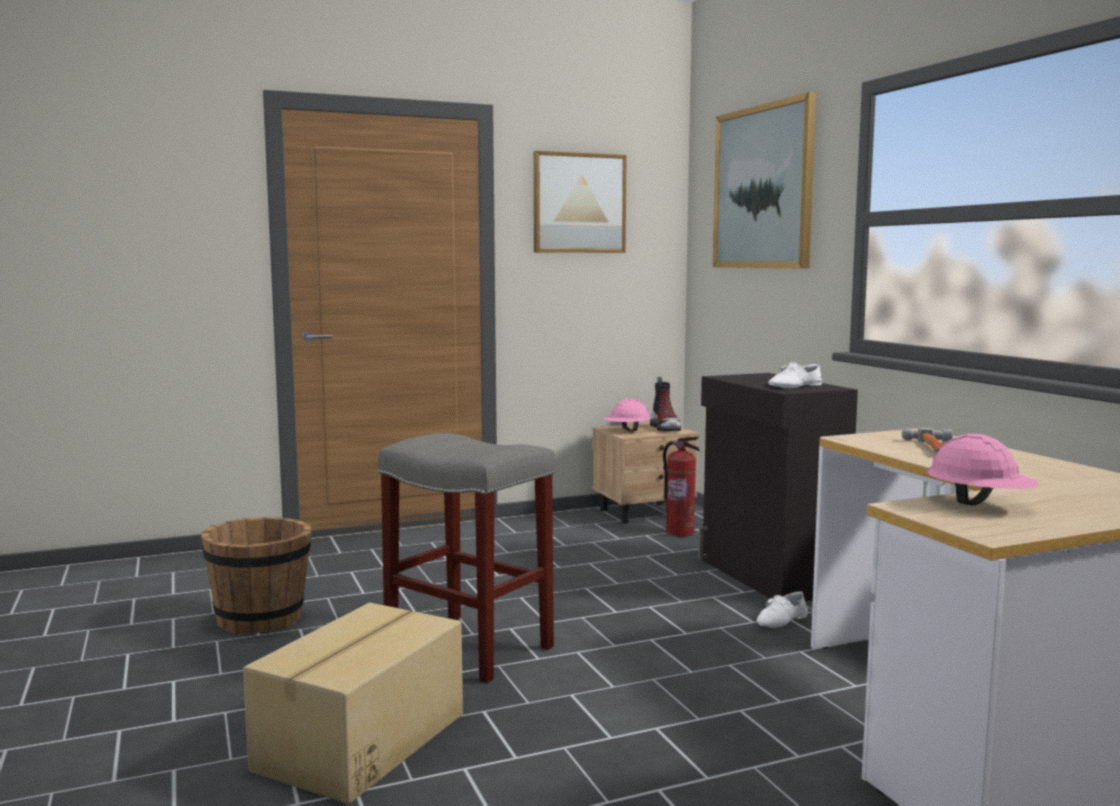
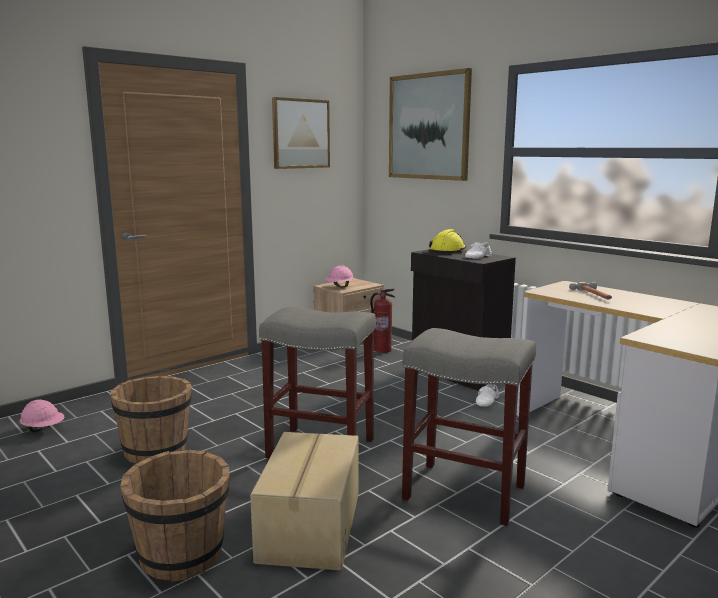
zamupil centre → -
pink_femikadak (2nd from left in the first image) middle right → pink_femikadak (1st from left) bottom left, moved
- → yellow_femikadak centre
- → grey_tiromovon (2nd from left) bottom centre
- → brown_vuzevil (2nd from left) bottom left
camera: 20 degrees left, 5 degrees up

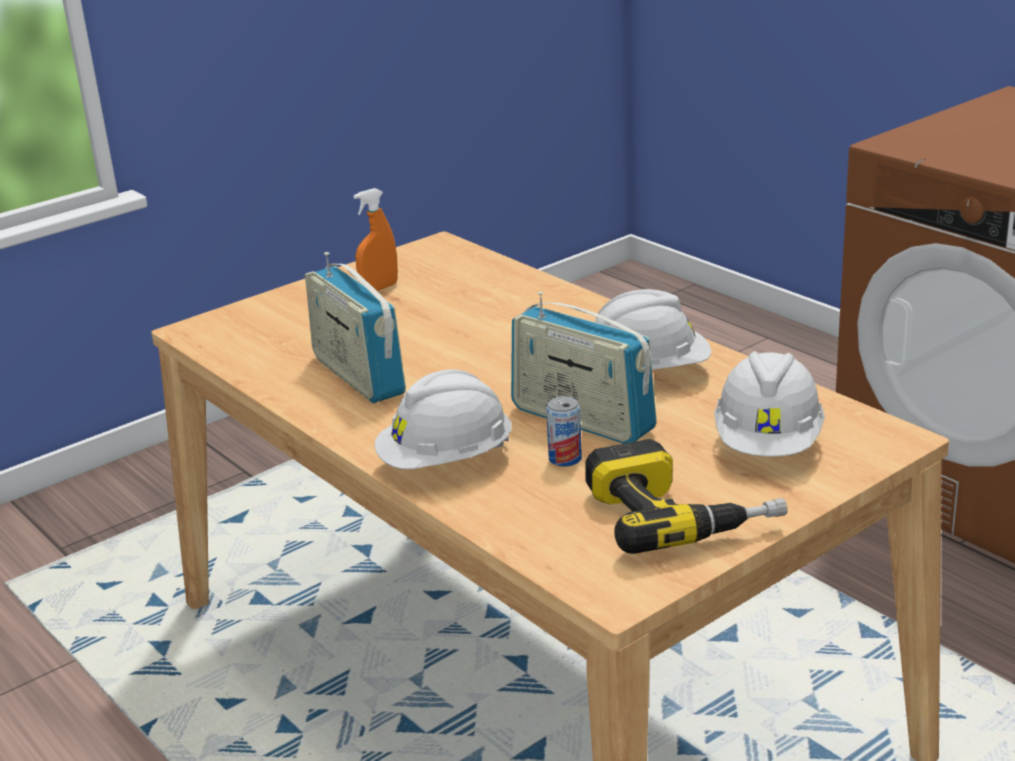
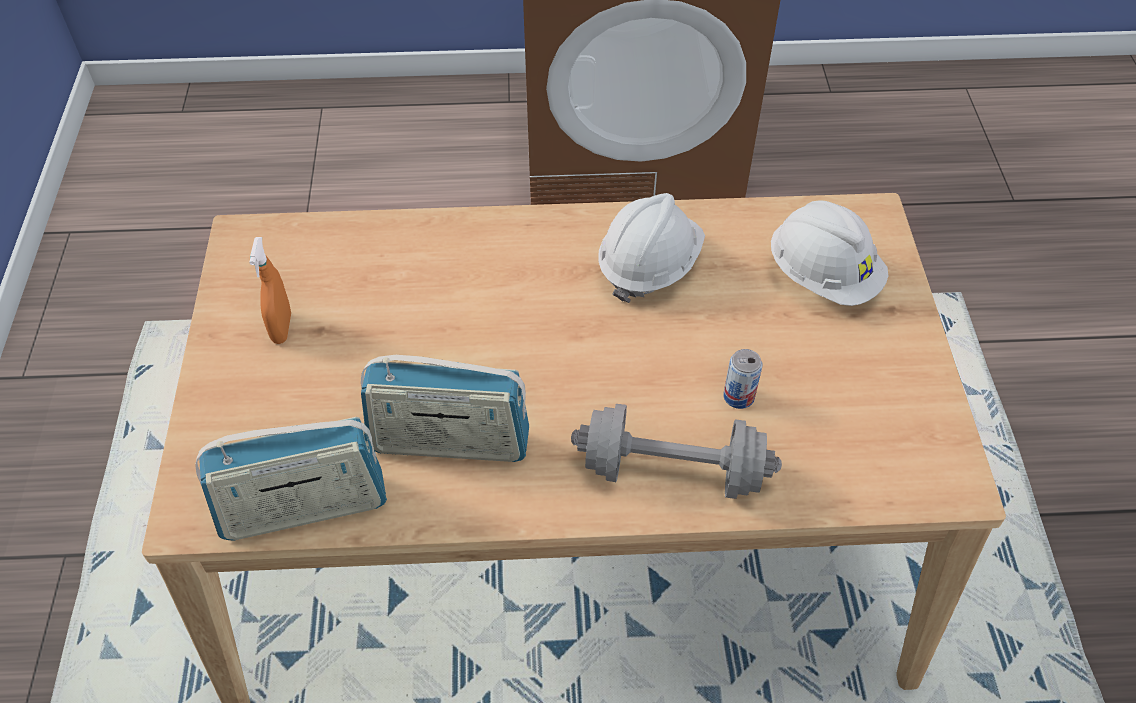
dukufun (2nd from left in the first image) centre → dukufun (1st from left) bottom left, moved
white_femikadak (1st from left) centre → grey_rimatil centre
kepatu middle right → -
camera: 55 degrees left, 25 degrees up

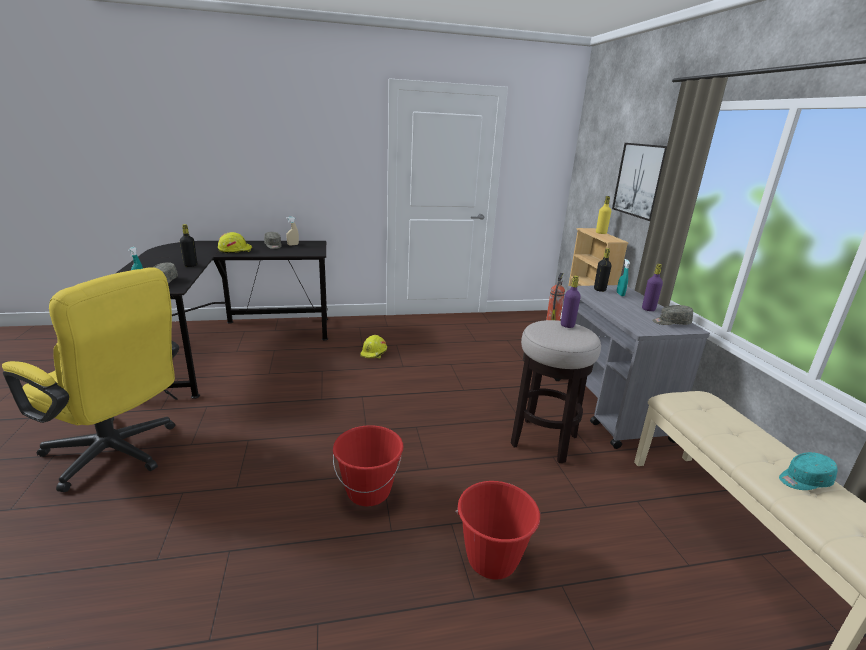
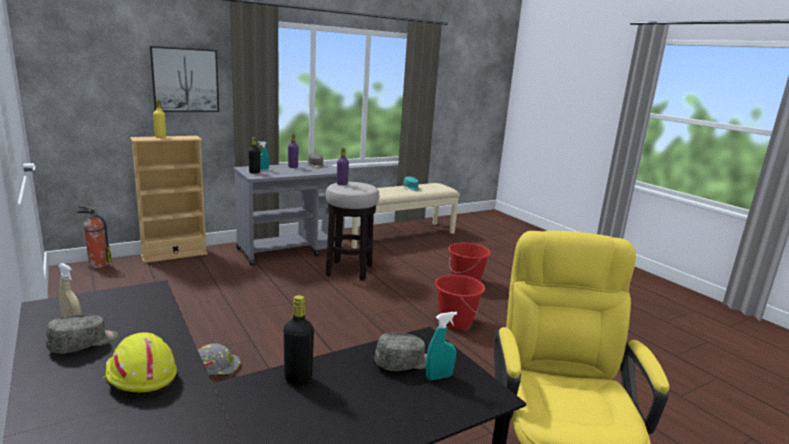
yellow_femikadak (2nd from left) centre → grey_femikadak bottom left
camera: 110 degrees left, 5 degrees down

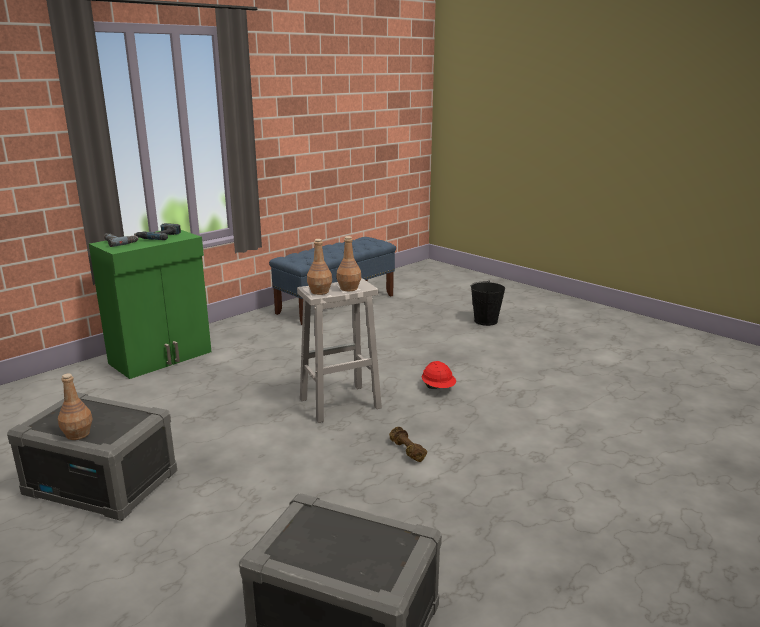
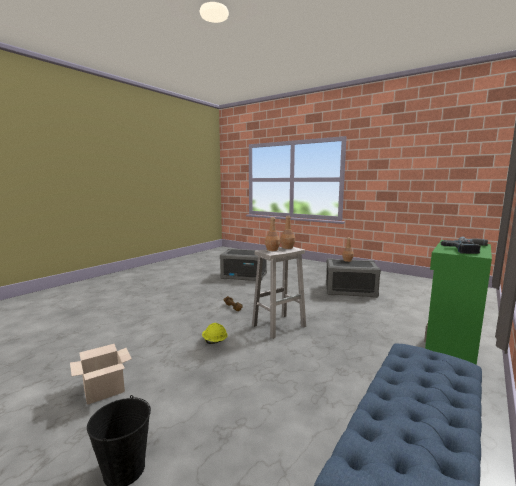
red_femikadak centre → yellow_femikadak bottom centre
- → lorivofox bottom left
camera: 170 degrees right, 10 degrees down

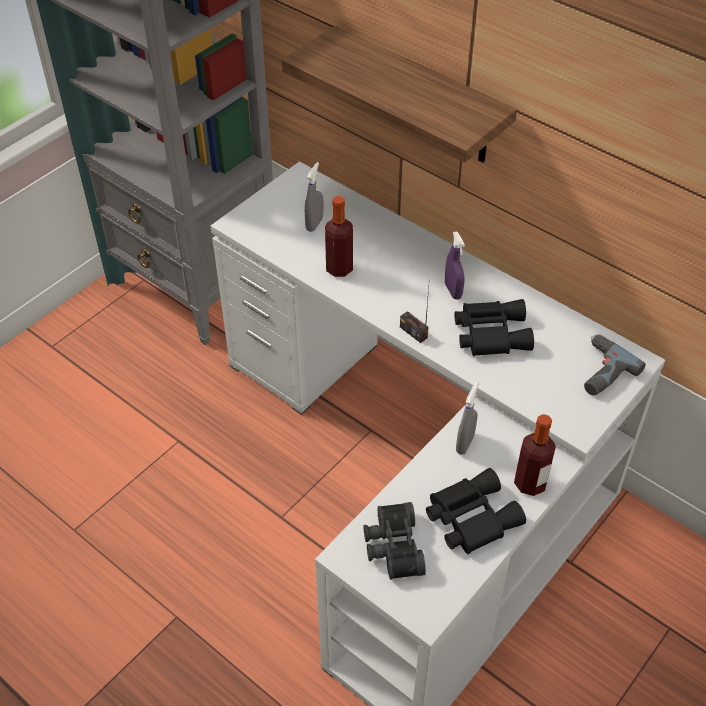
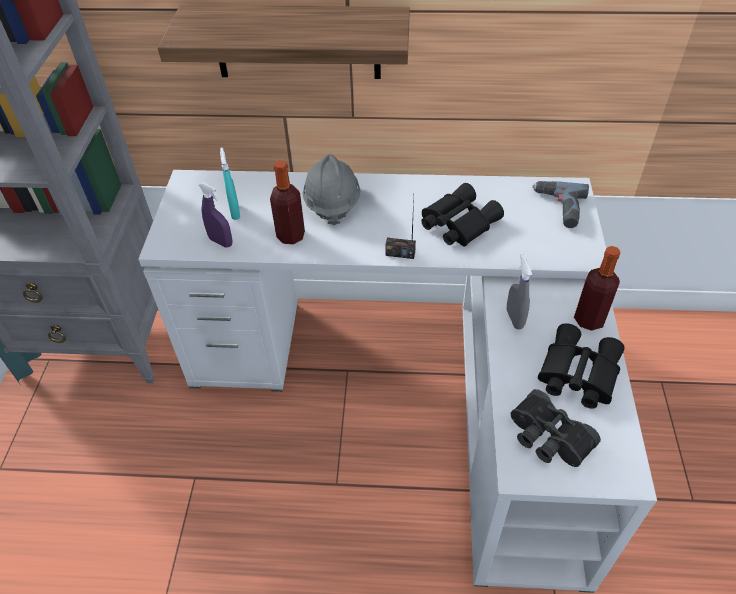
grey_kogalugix (1st from left) top centre → turquoise_kogalugix top left
purple_kogalugix centre → purple_kogalugix middle left, moved
- → grey_femikadak top centre
camera: 35 degrees left, 0 degrees up

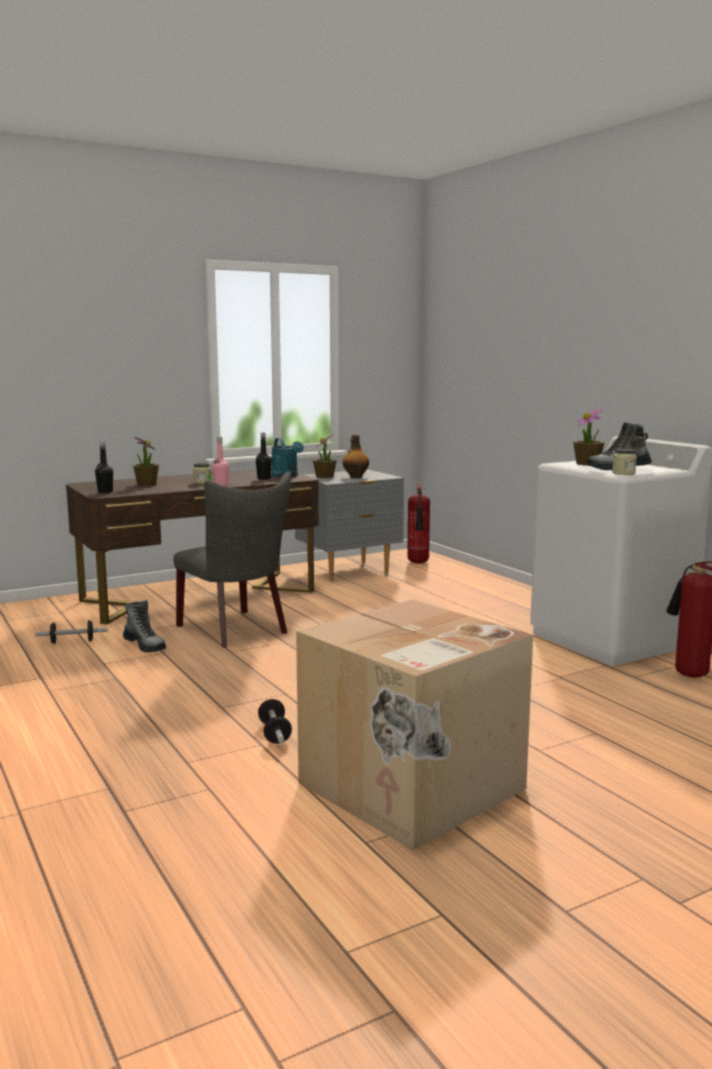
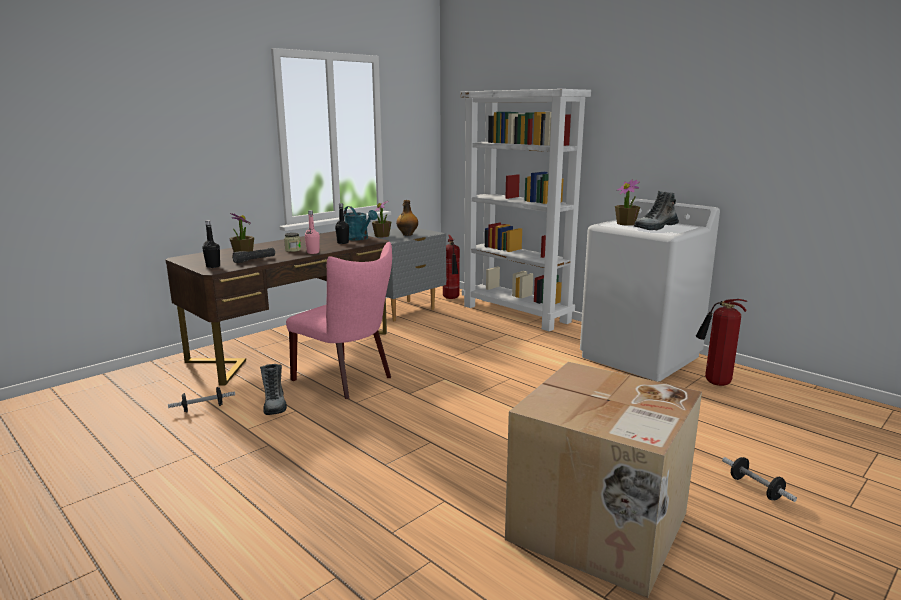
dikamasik (2nd from left) middle right → -
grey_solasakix middle left → pink_solasakix centre
zamupil (1st from left) middle left, 45 degrees clockwise
rimatil (2nd from left) bottom centre → rimatil (2nd from left) bottom right, moved
- → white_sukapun centre
- → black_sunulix middle left
camera: 15 degrees left, 5 degrees up

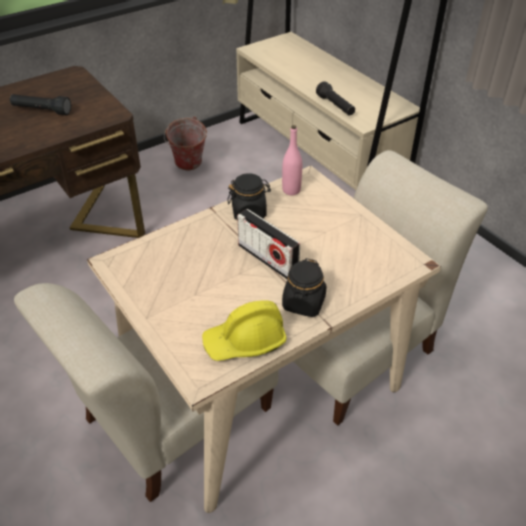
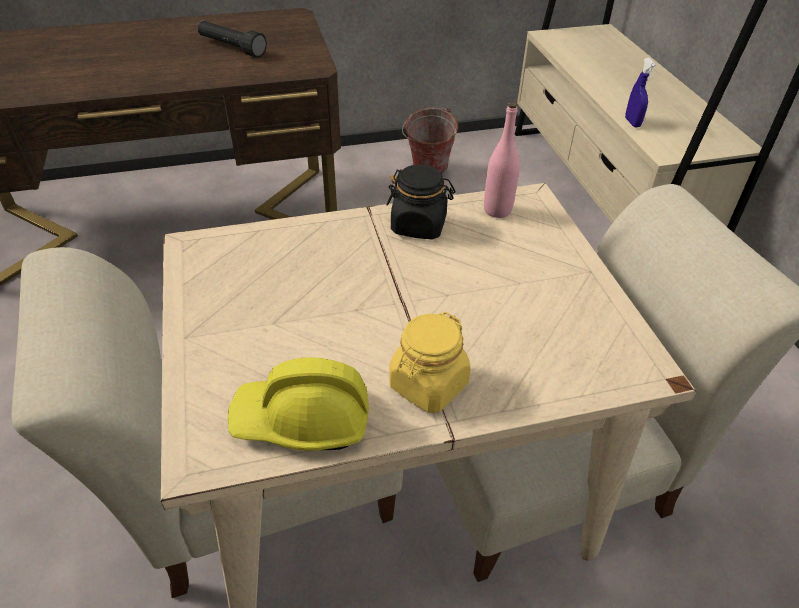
black_sunulix (2nd from left) top centre → blue_kogalugix top right
dukufun centre → -
black_dikamasik (2nd from left) centre → yellow_dikamasik centre
camera: 20 degrees right, 0 degrees up

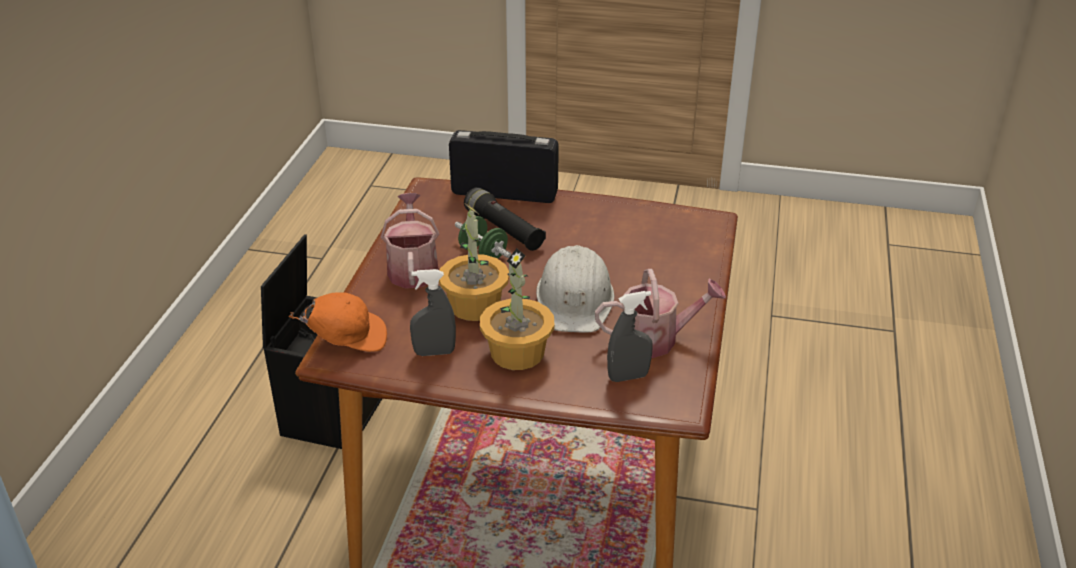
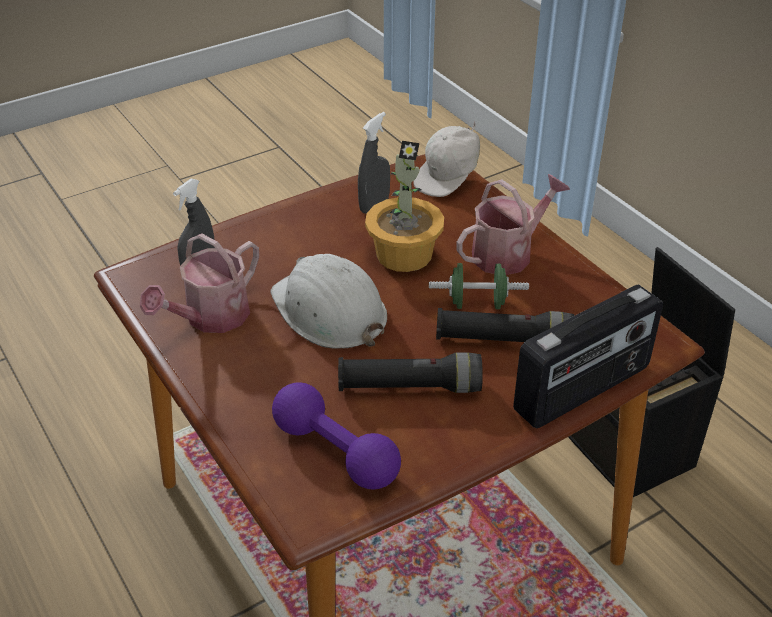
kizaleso (1st from left in the first image) centre → kizaleso (2nd from left) centre, 75 degrees counterclockwise
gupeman (2nd from left) centre → -
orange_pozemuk middle left → white_pozemuk top centre
- → black_sunulix (1st from left) centre
- → purple_rimatil bottom centre
camera: 135 degrees right, 5 degrees up

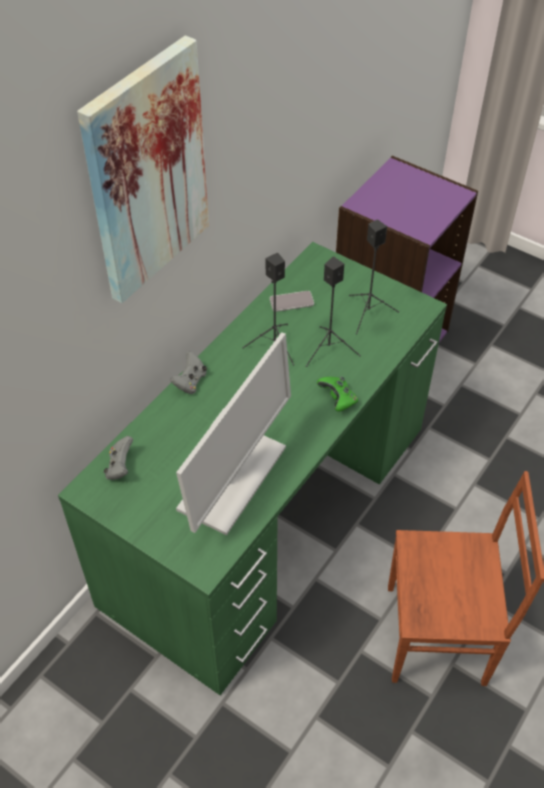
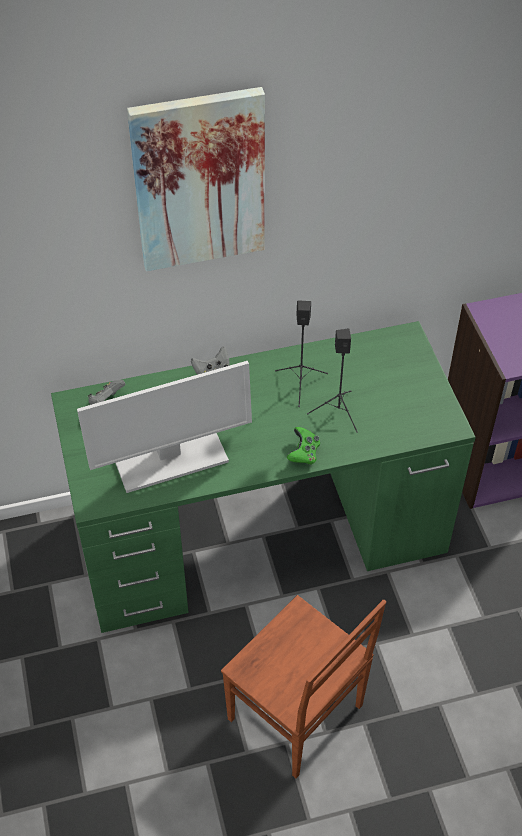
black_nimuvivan (3rd from left) middle right → -
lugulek centre → -
camera: 40 degrees right, 0 degrees up

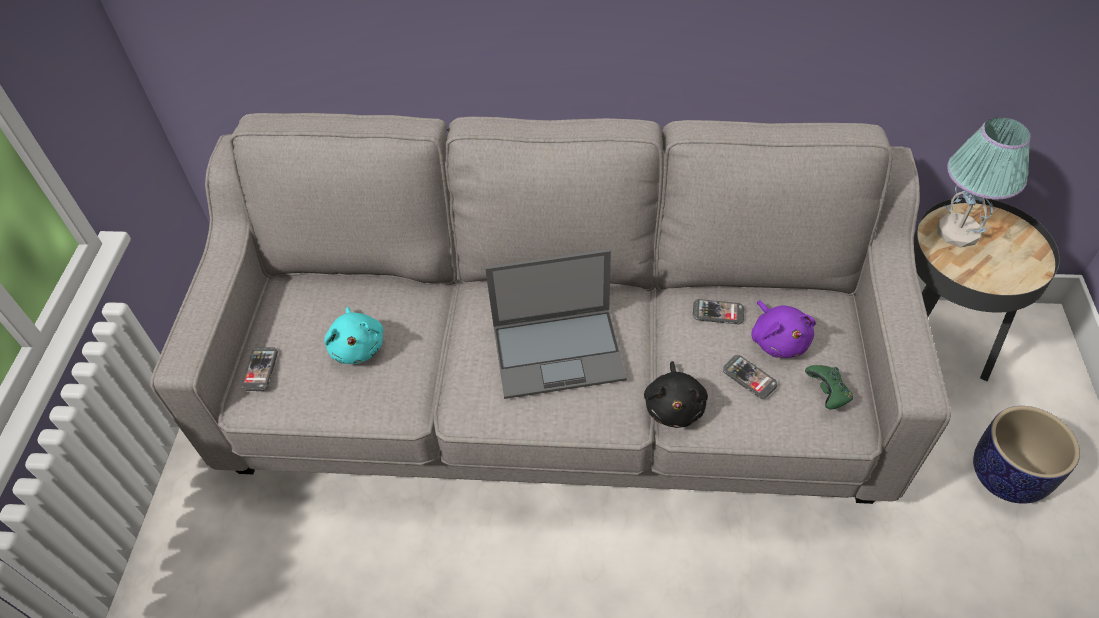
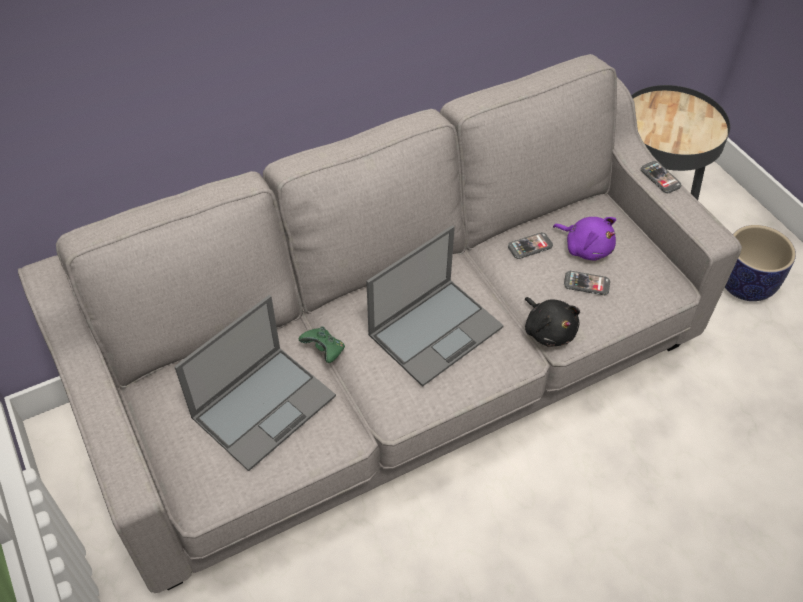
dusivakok top right → -
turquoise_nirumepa middle left → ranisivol (1st from left) middle left
lugulek (1st from left in the first image) middle left → lugulek (3rd from left) top right, moved
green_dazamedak middle right → green_dazamedak centre, moved
camera: 35 degrees left, 0 degrees up

